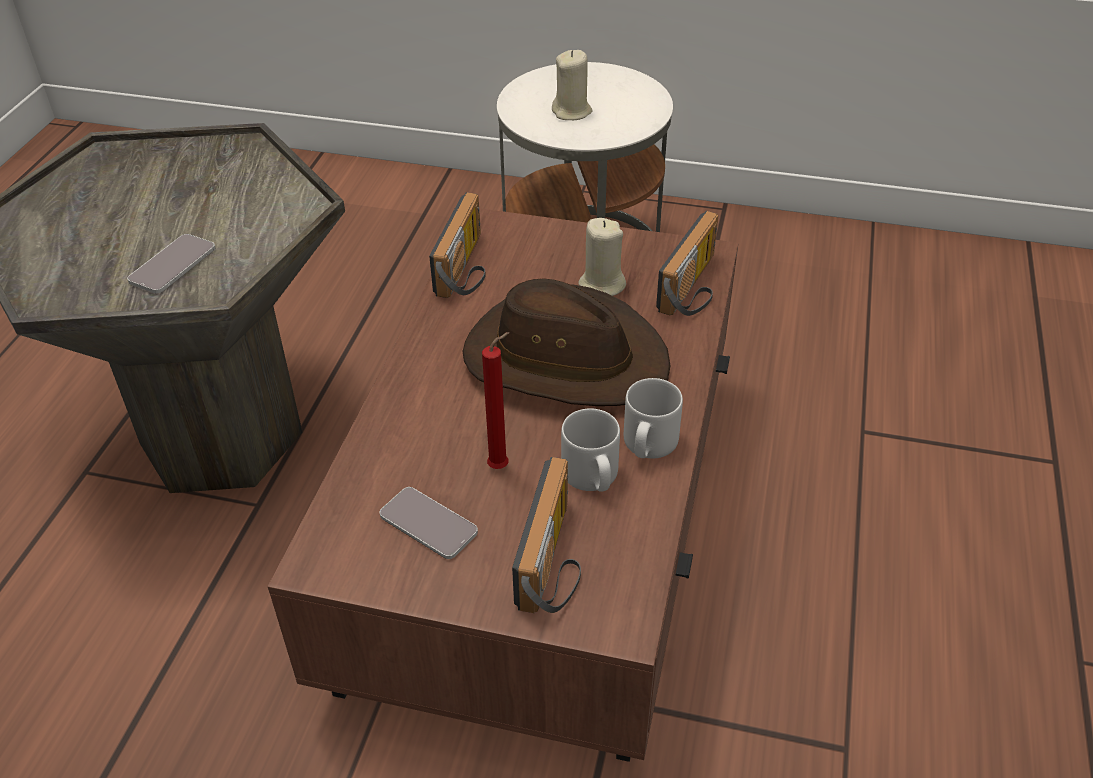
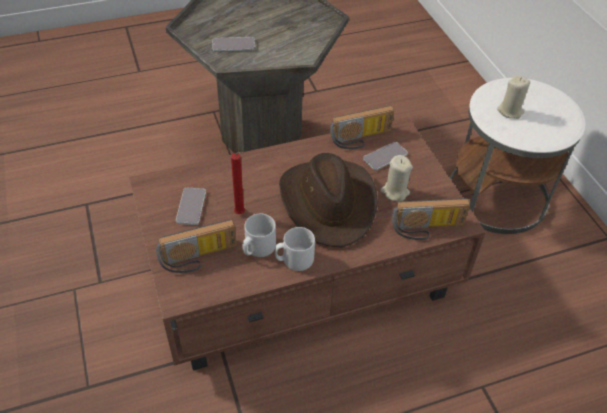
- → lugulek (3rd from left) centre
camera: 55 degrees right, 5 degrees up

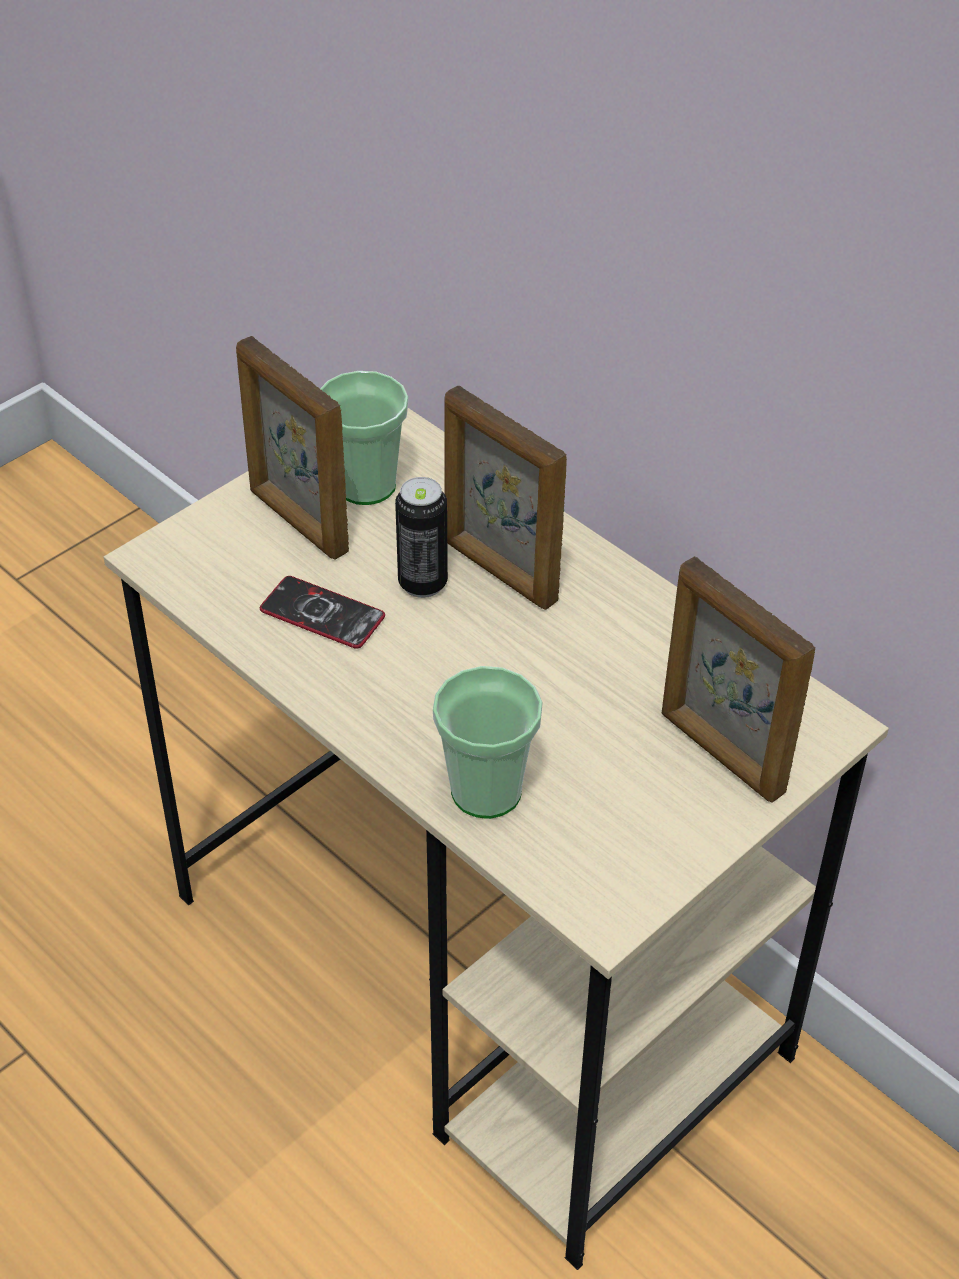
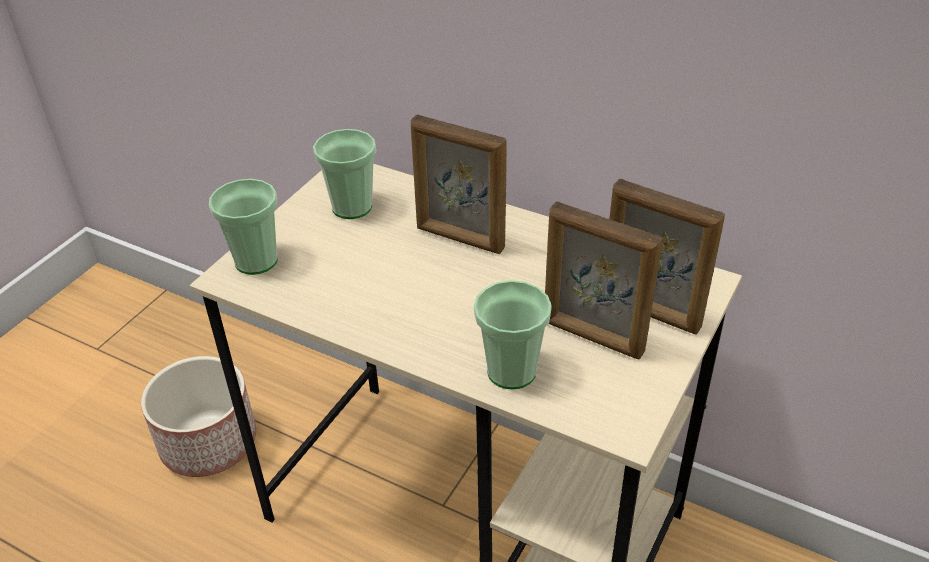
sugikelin (1st from left in the first image) middle left → sugikelin (2nd from left) centre, moved
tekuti centre → -
lugulek centre → -
- → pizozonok (1st from left) middle left
- → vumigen bottom left
camera: 15 degrees left, 5 degrees down

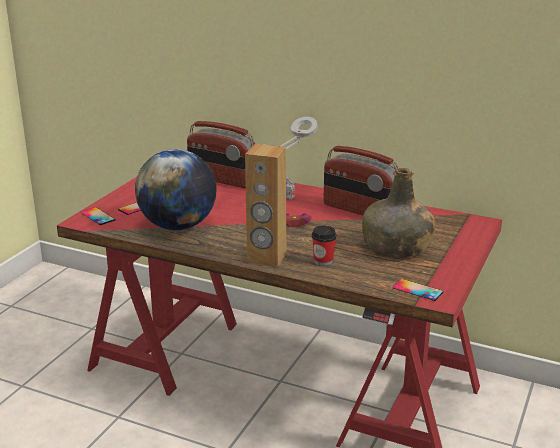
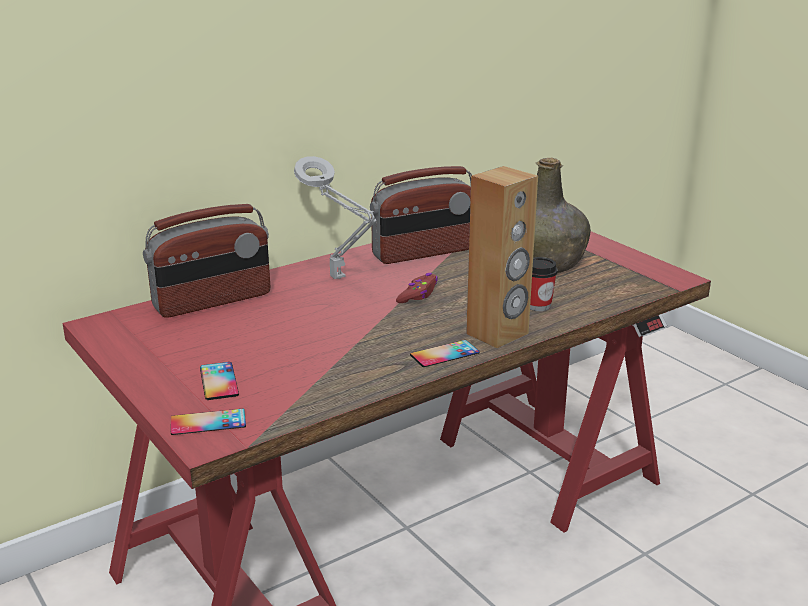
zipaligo middle left → -
lugulek (3rd from left) middle right → lugulek (3rd from left) centre, moved
camera: 60 degrees left, 0 degrees up

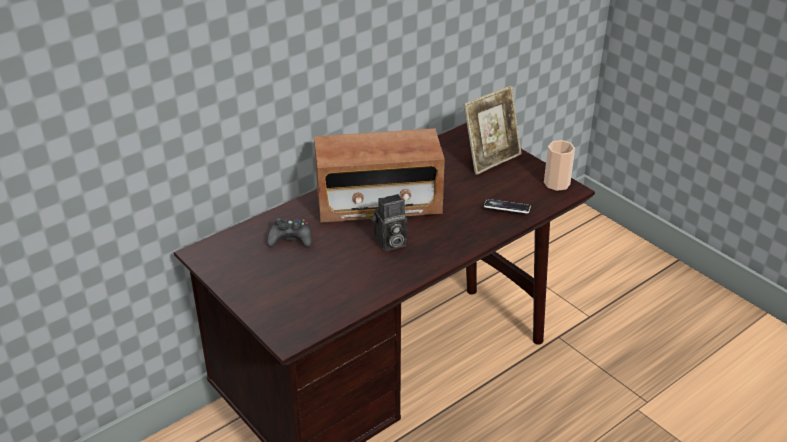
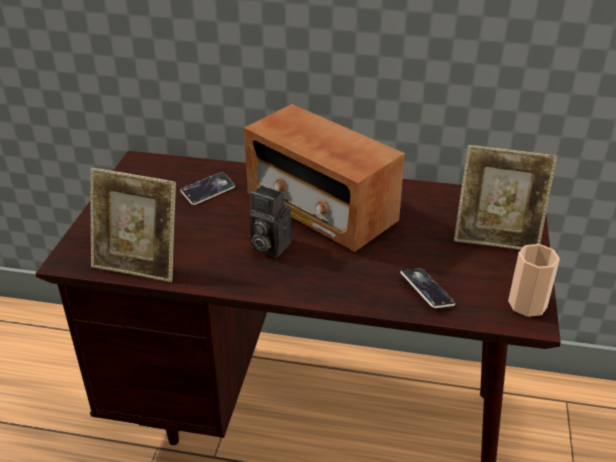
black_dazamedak centre → lugulek (1st from left) centre
- → sugikelin (1st from left) middle left
camera: 50 degrees right, 0 degrees up

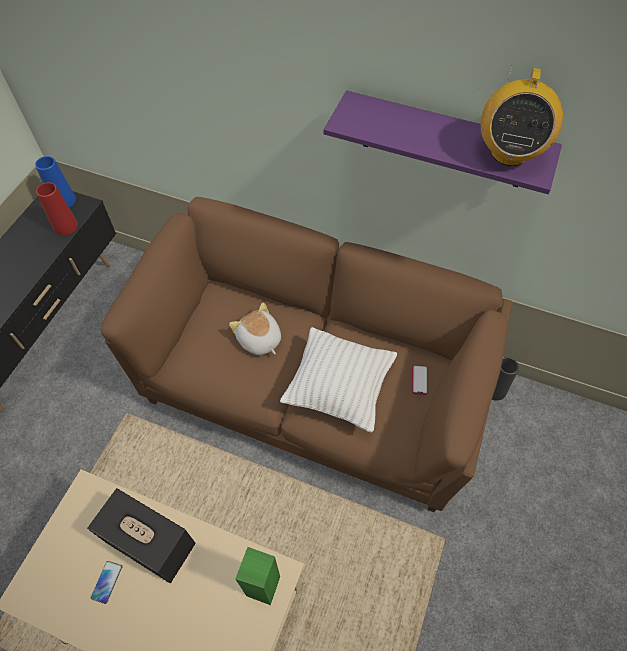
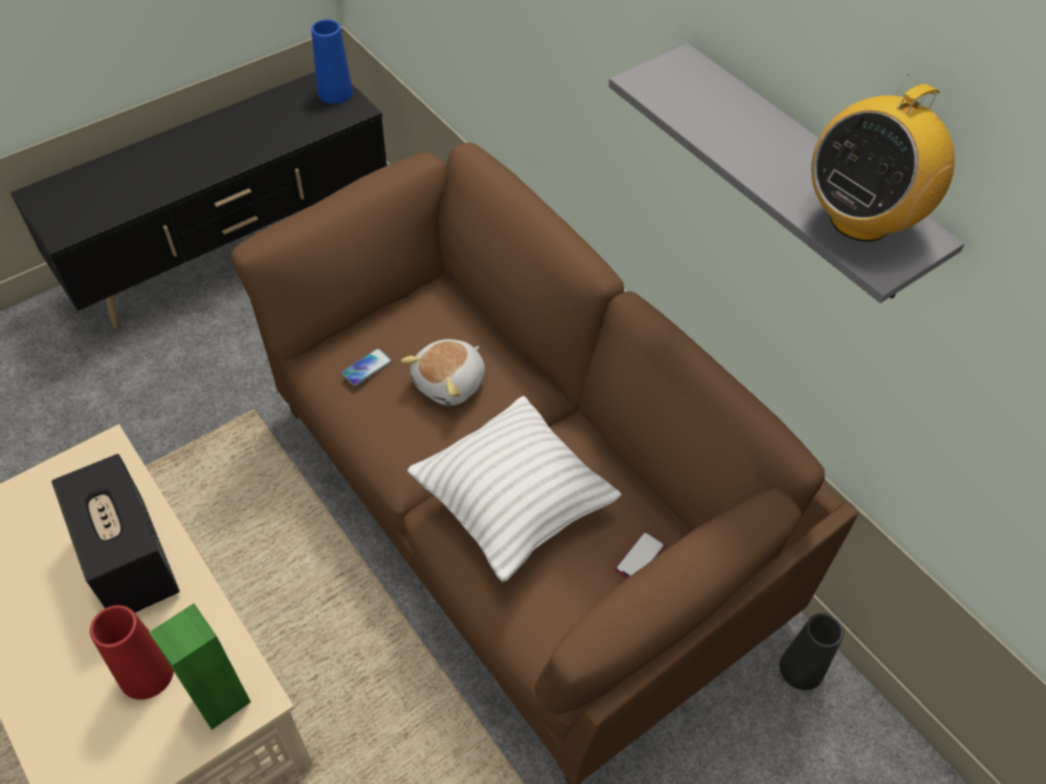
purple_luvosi top right → grey_luvosi top right
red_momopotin top left → red_momopotin bottom left, moved
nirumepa centre, 135 degrees counterclockwise
lugulek (1st from left) bottom left → lugulek (1st from left) centre, moved
camera: 30 degrees right, 5 degrees down

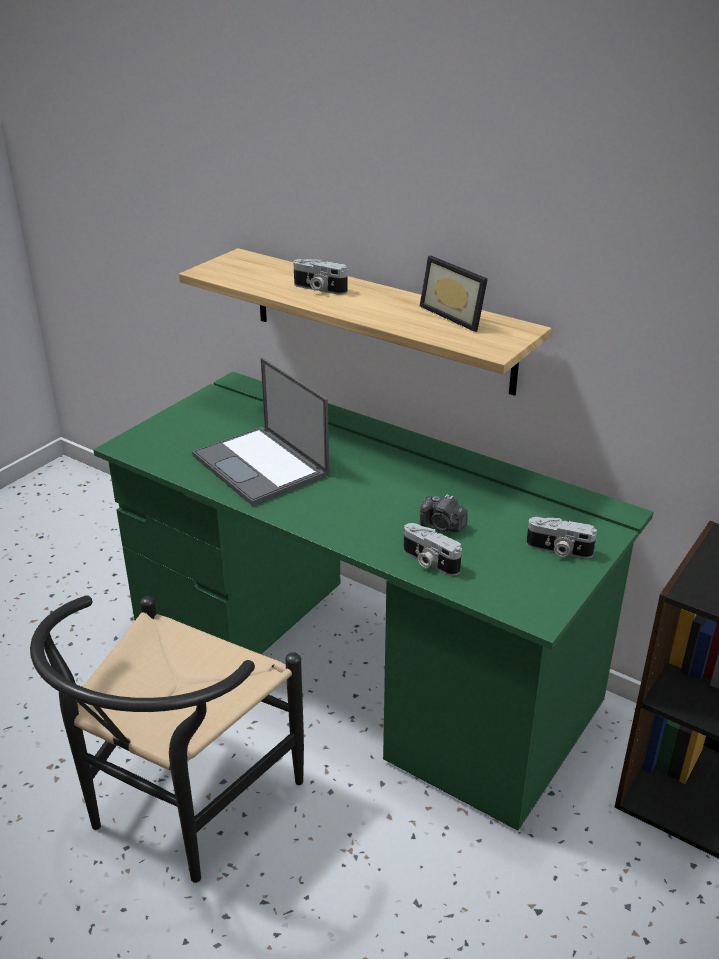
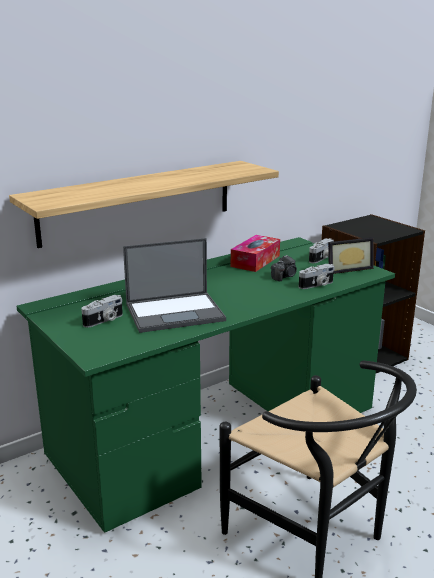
sugikelin top centre → sugikelin middle right, moved
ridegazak (1st from left) top centre → ridegazak (1st from left) middle left, moved
- → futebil centre
camera: 70 degrees left, 10 degrees down

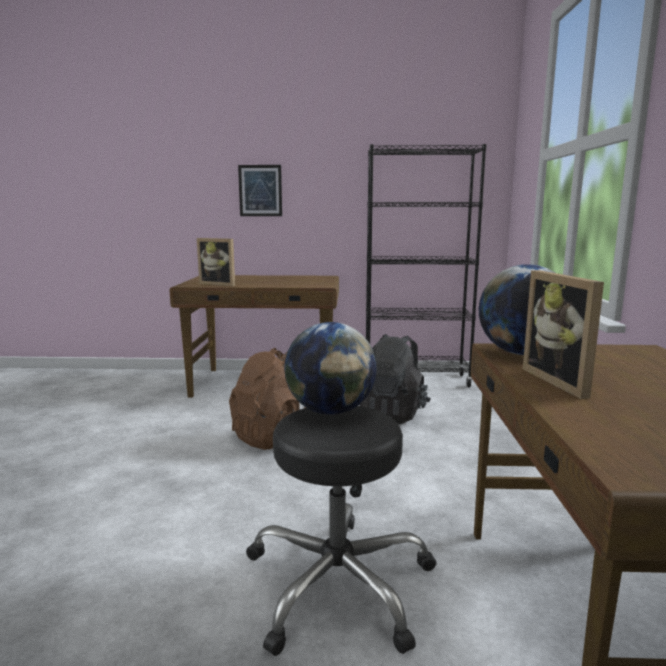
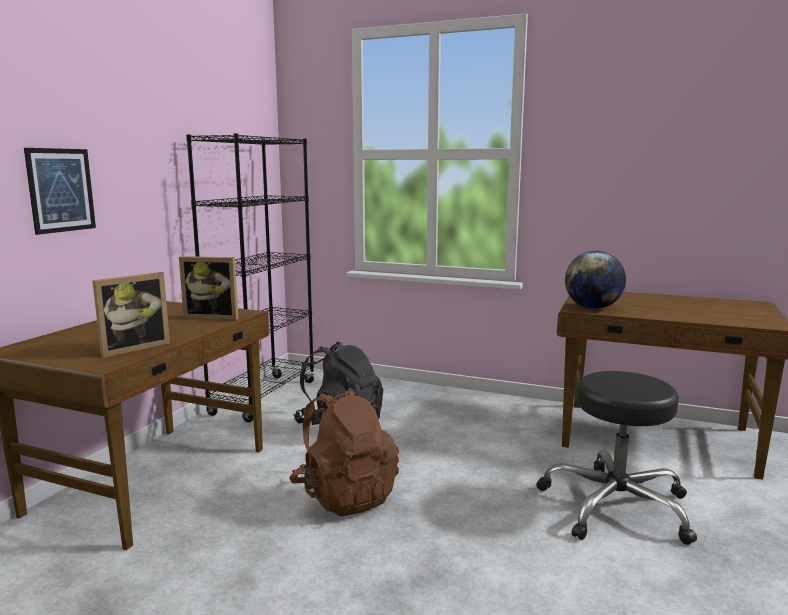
sugikelin (2nd from left) middle right → sugikelin (2nd from left) middle left, moved
zipaligo (1st from left) centre → -
camera: 70 degrees left, 0 degrees up

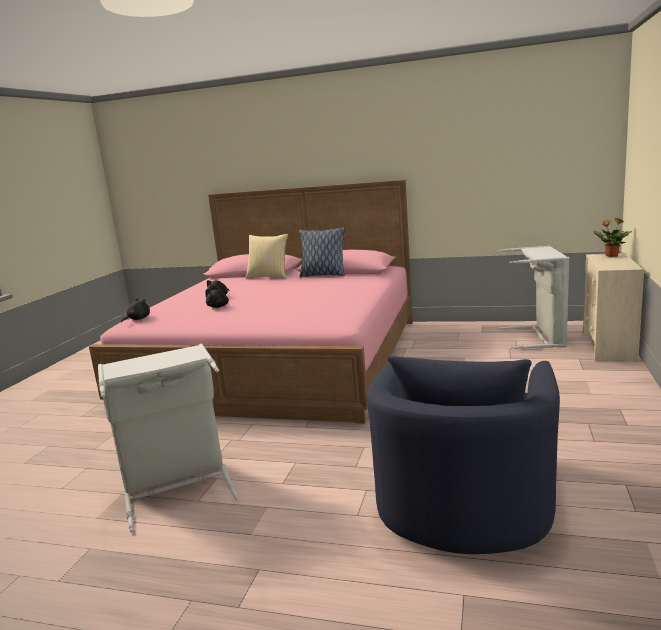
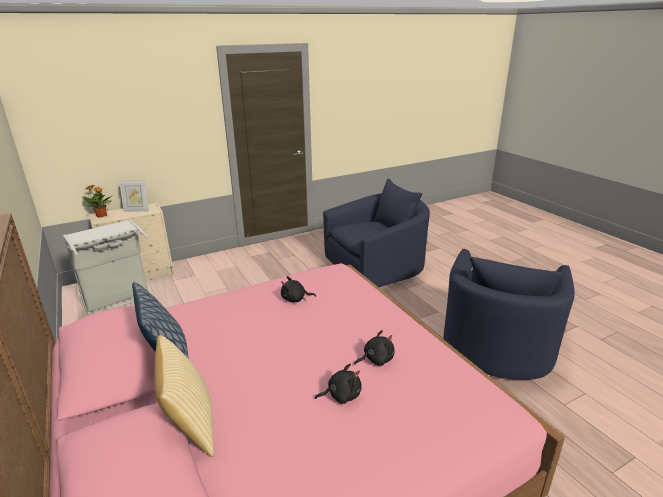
black_nirumepa (1st from left) middle left → black_nirumepa (1st from left) centre, moved
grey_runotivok (1st from left) bottom left → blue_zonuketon (2nd from left) middle right
- → sugikelin middle left
camera: 135 degrees left, 10 degrees up

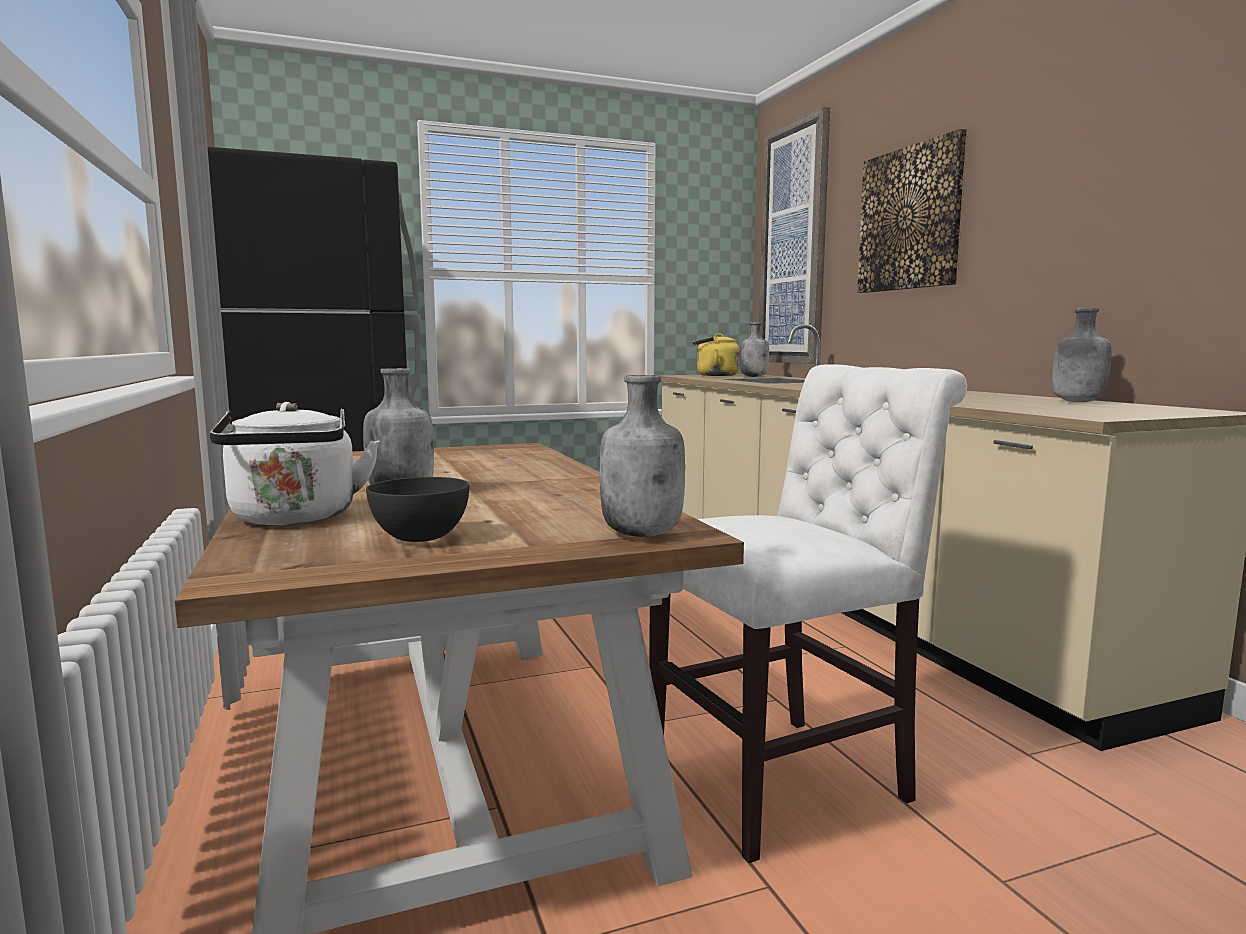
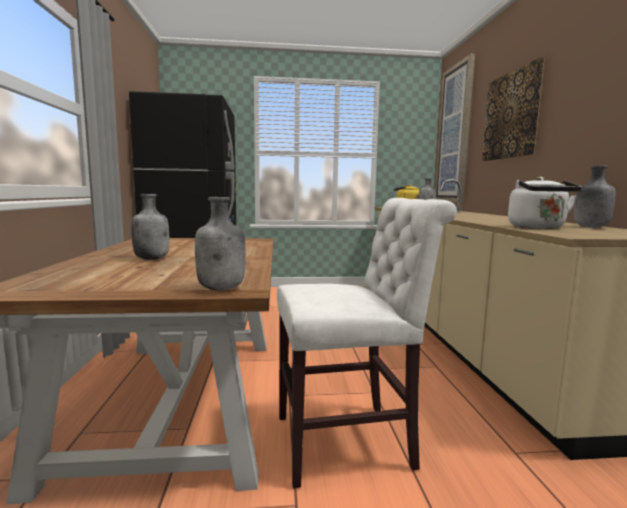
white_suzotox middle left → white_suzotox middle right, moved
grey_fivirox centre → -
camera: 15 degrees right, 0 degrees up

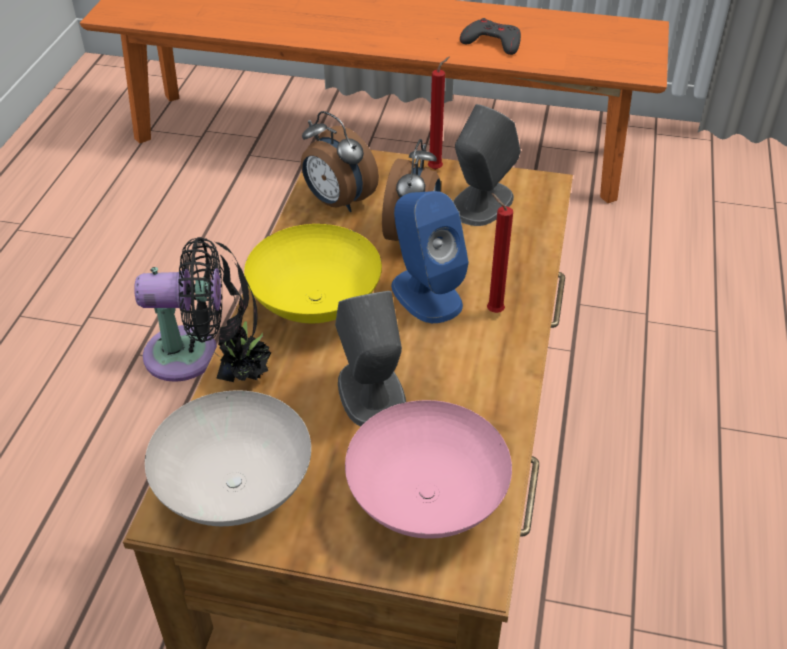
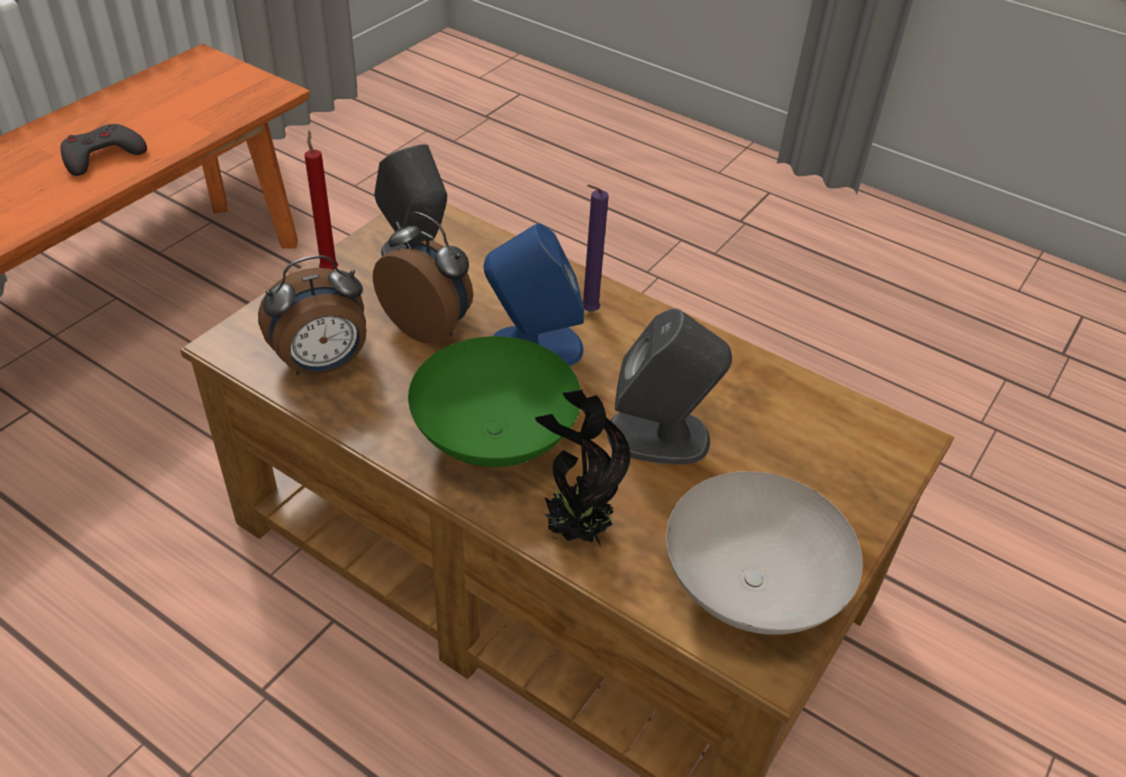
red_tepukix (2nd from left) centre → purple_tepukix top centre
yellow_fivirox centre → green_fivirox centre
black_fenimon middle left → -
pink_fivirox bottom centre → -
camera: 70 degrees left, 0 degrees up

